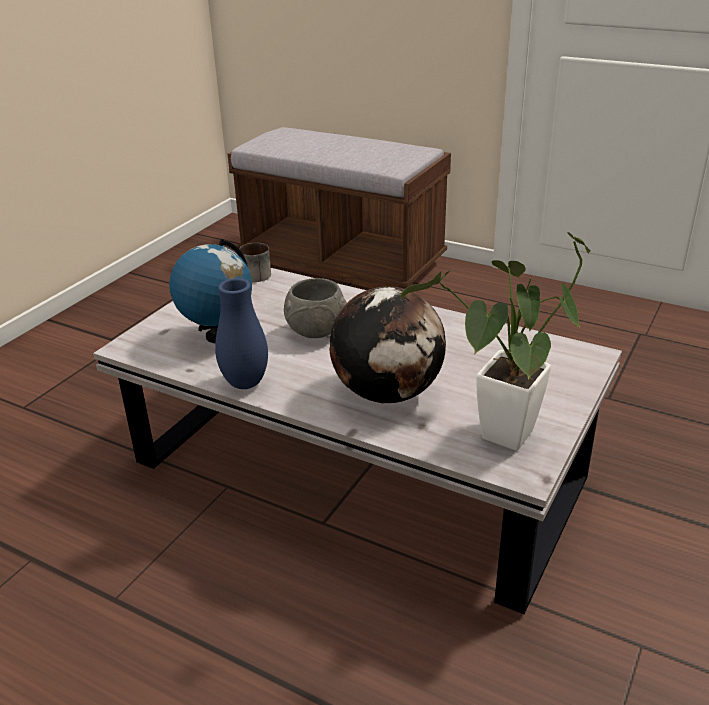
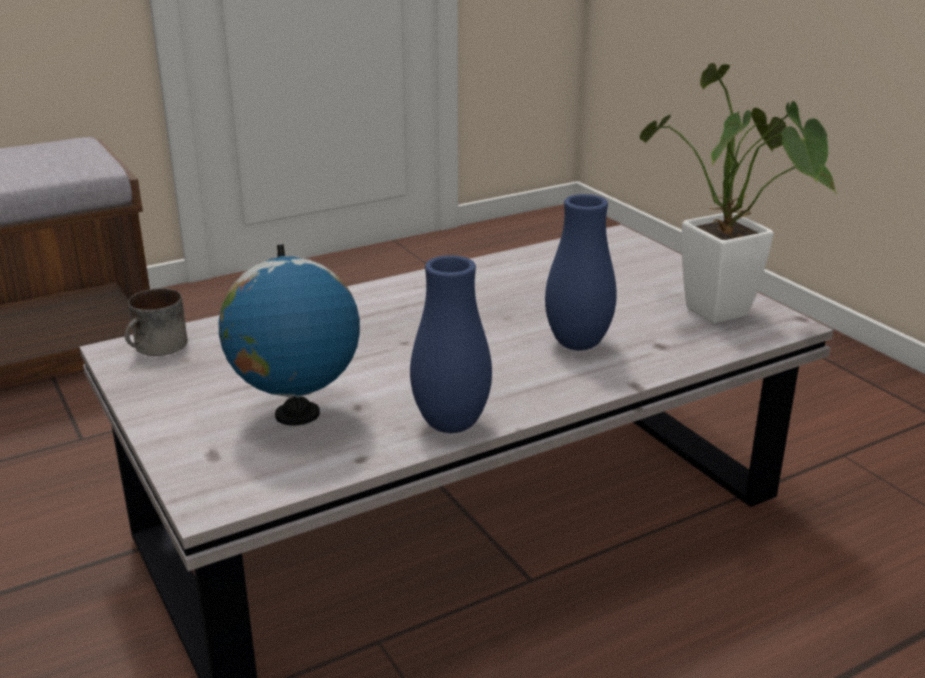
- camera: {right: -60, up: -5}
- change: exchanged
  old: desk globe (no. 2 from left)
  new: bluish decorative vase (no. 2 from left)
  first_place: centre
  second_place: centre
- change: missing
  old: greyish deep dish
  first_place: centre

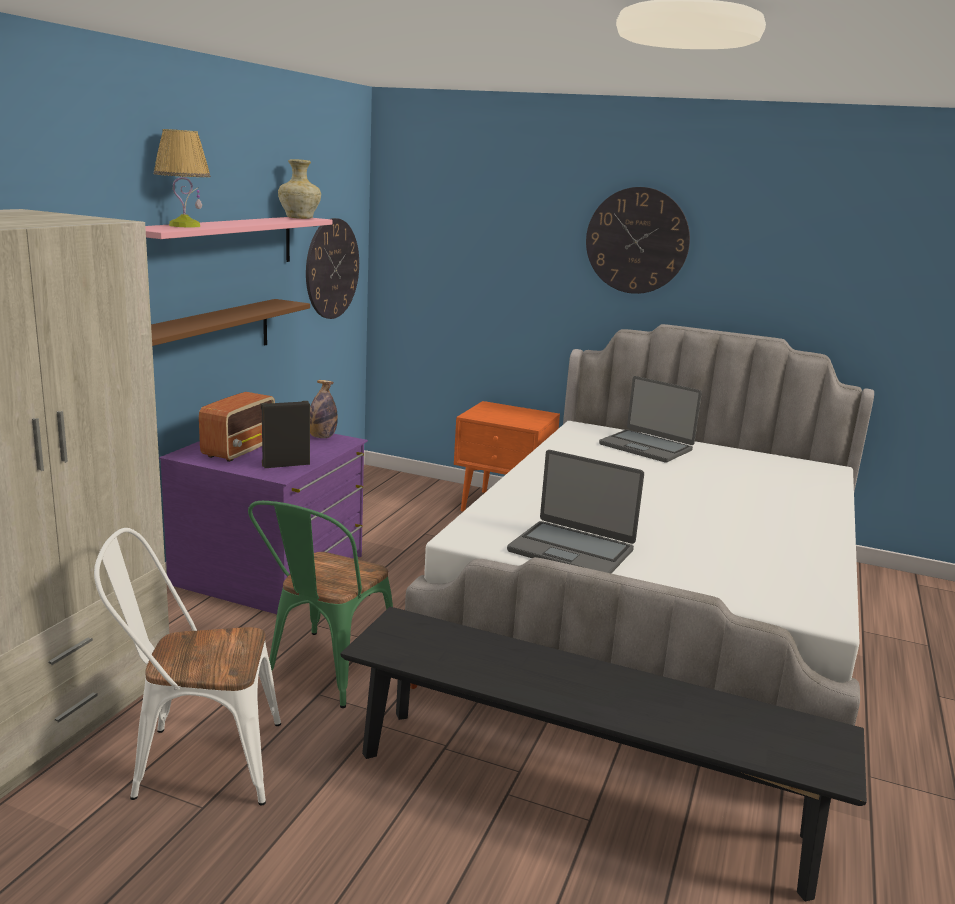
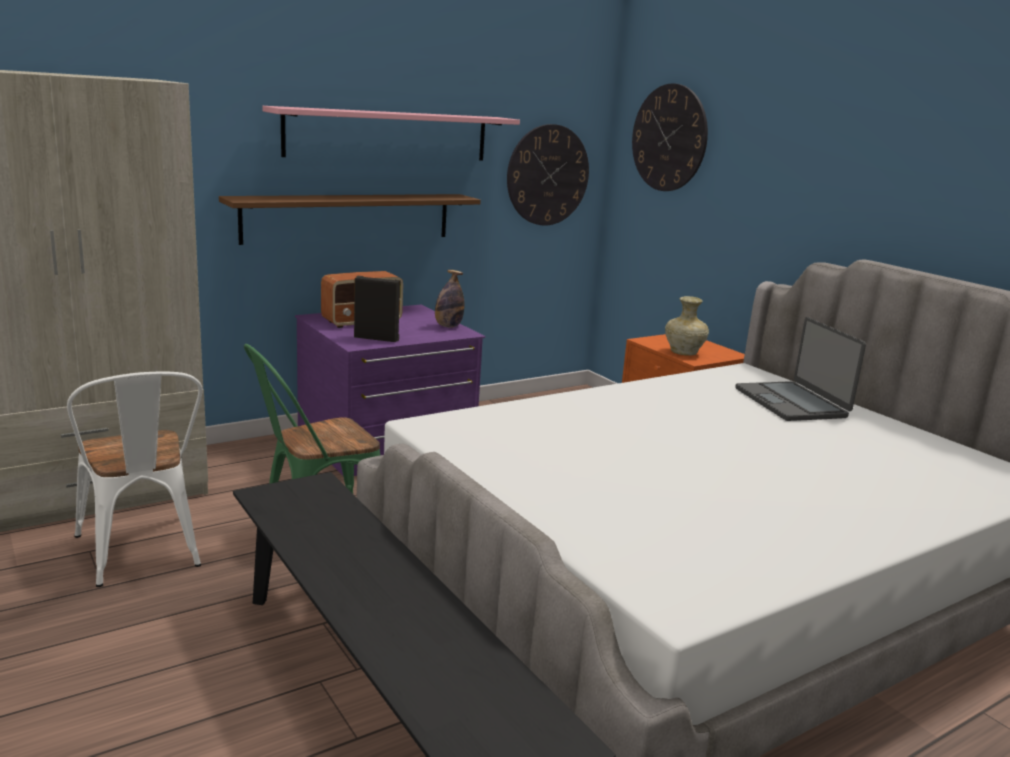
- camera: {right: 35, up: 0}
- change: spun
  old: white-coloured plain chair
  first_place: bottom left
  second_place: middle left
  degrees: -150
- change: relocated
  old: wall clock (no. 2 from left)
  first_place: top right
  second_place: top centre
- change: relocated
  old: beige decorative vase
  first_place: top left
  second_place: middle right
- change: missing
  old: tabletop lamp
  first_place: top left
- change: missing
  old: portable computer (no. 1 from left)
  first_place: centre

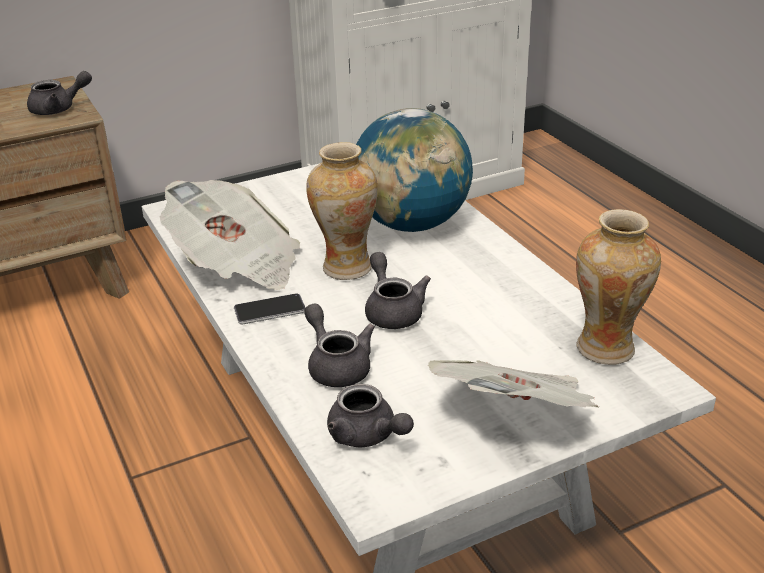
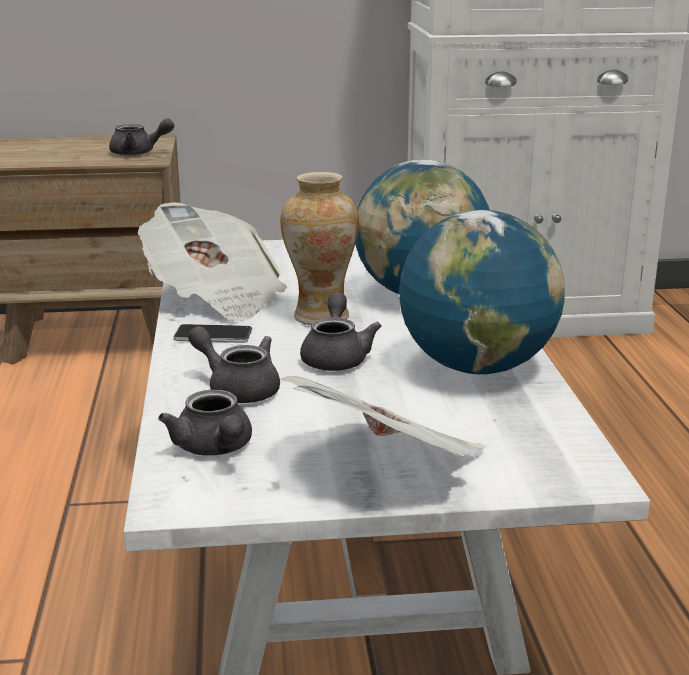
- camera: {right: 20, up: -10}
- change: spun
  old: greyish tea pot (no. 2 from left in the first image)
  first_place: centre
  second_place: centre
  degrees: -45
- change: appeared
  new: desk globe (no. 2 from left)
  second_place: middle right
- change: missing
  old: decorative vase (no. 2 from left)
  first_place: middle right

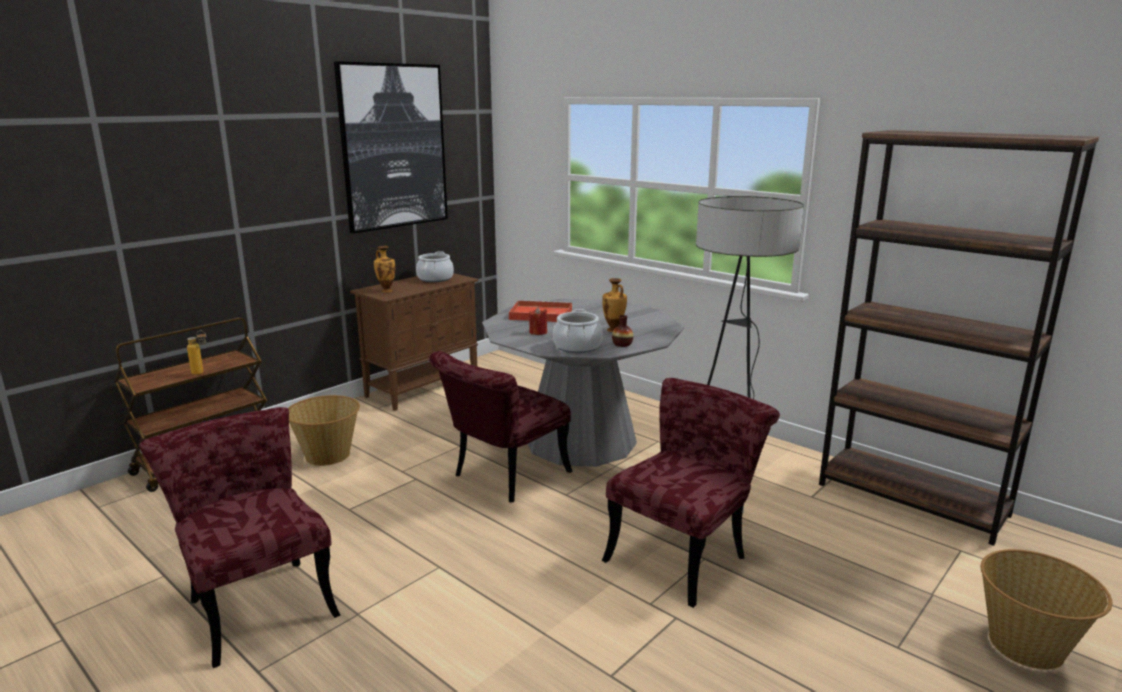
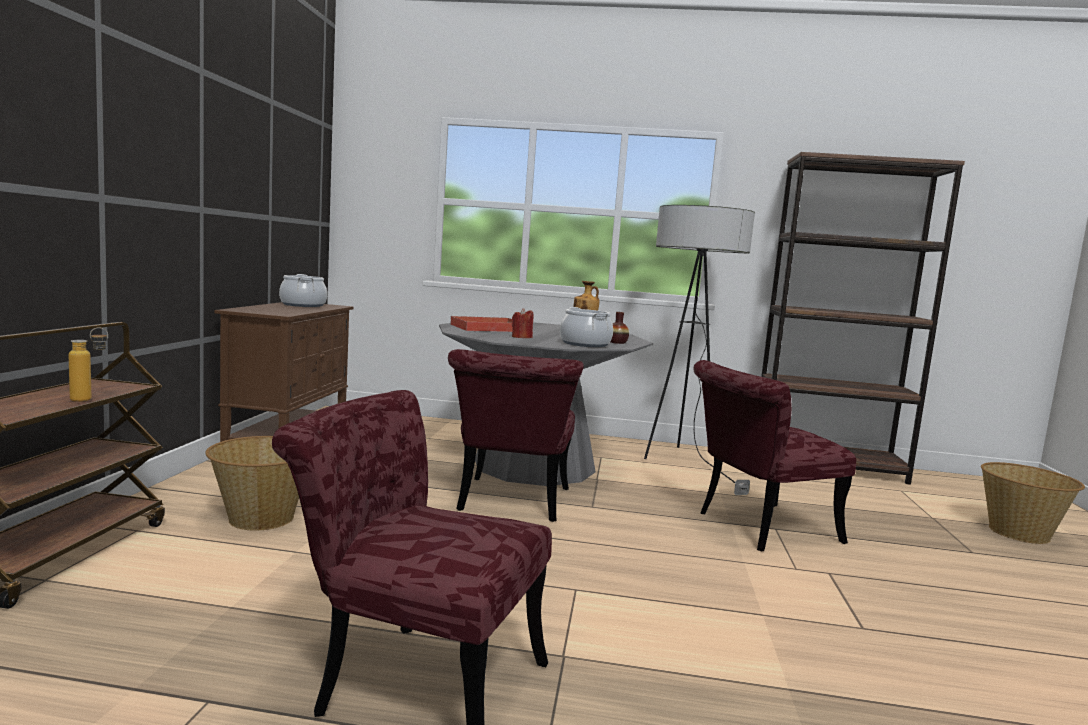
- camera: {right: -35, up: -10}
- change: spun
  old: reddish plain chair (no. 3 from left)
  first_place: bottom centre
  second_place: middle right
  degrees: -120
- change: missing
  old: wall picture
  first_place: top centre
- change: missing
  old: decorative vase (no. 1 from left)
  first_place: centre

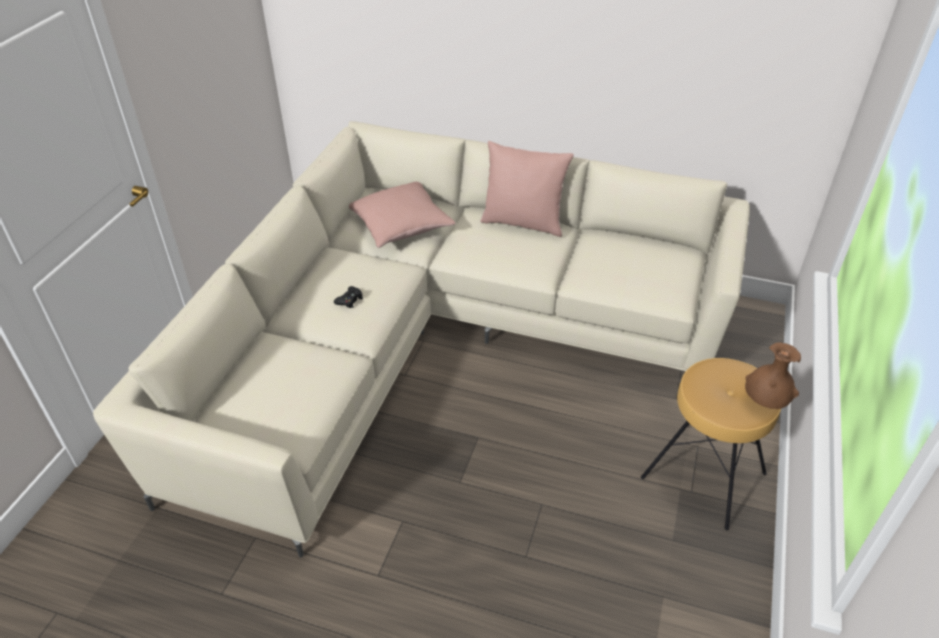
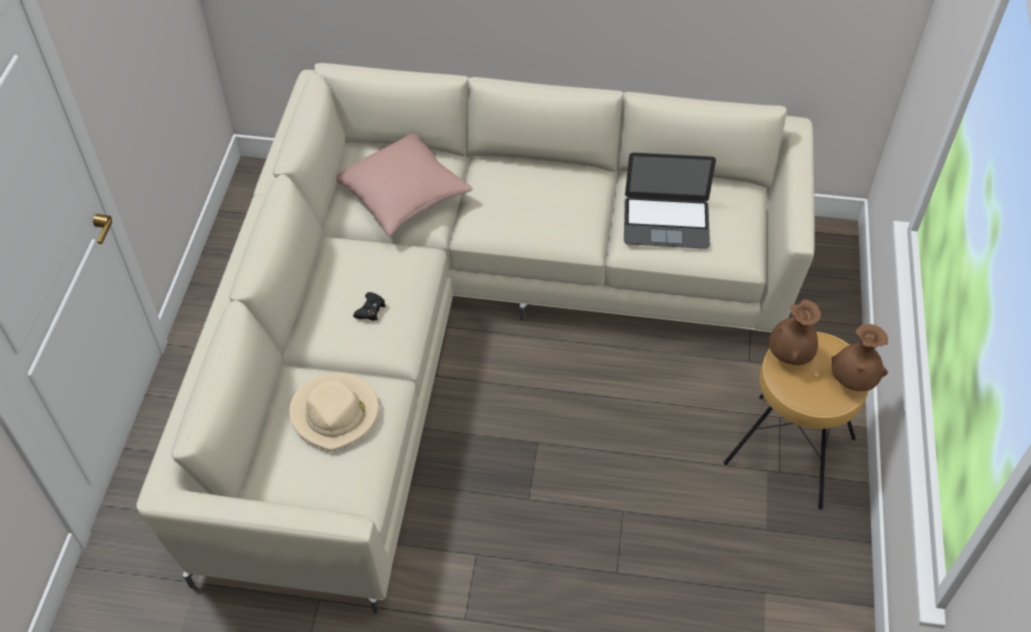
- camera: {right: -10, up: 10}
- change: appeared
  new: beige hat
  second_place: middle left
- change: appeared
  new: portable computer
  second_place: top centre
- change: appeared
  new: brown-coloured decorative vase (no. 1 from left)
  second_place: middle right
- change: missing
  old: pink cushion (no. 2 from left)
  first_place: top centre

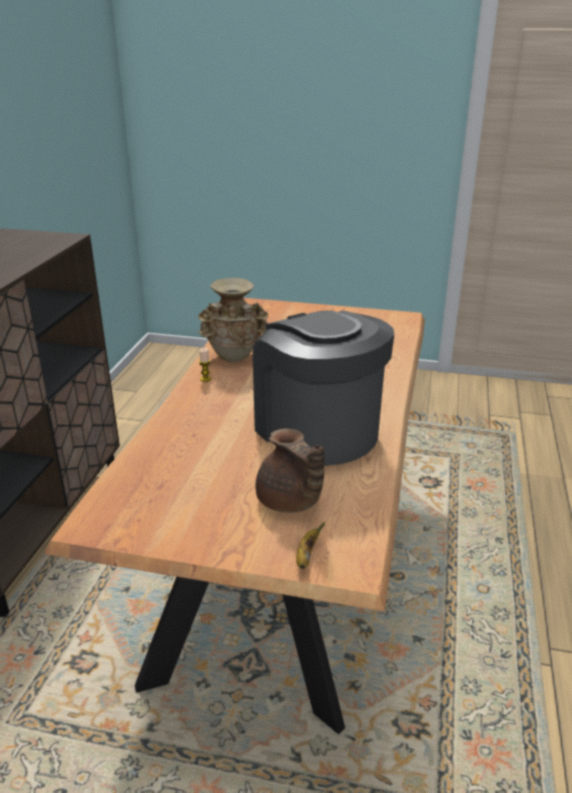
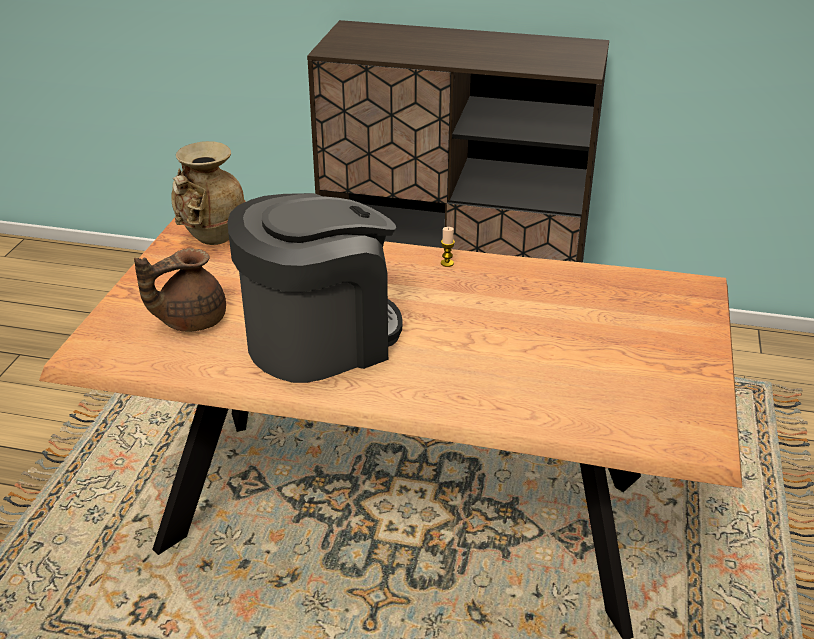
- camera: {right: 90, up: 5}
- change: relocated
  old: beige decorative vase
  first_place: centre
  second_place: top left
- change: missing
  old: banana
  first_place: bottom centre

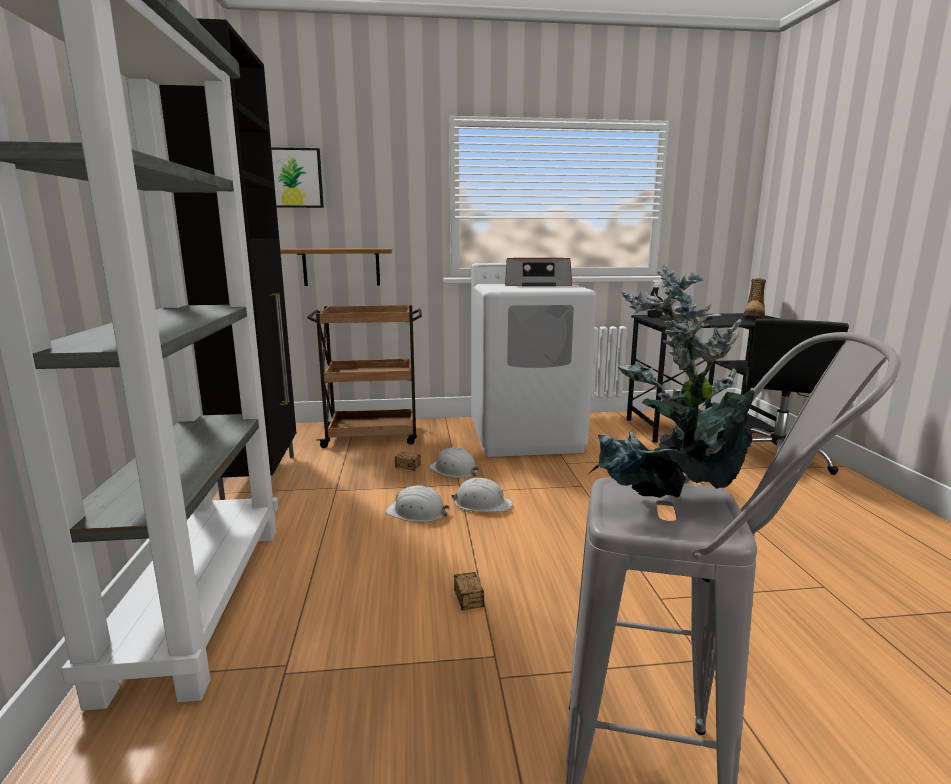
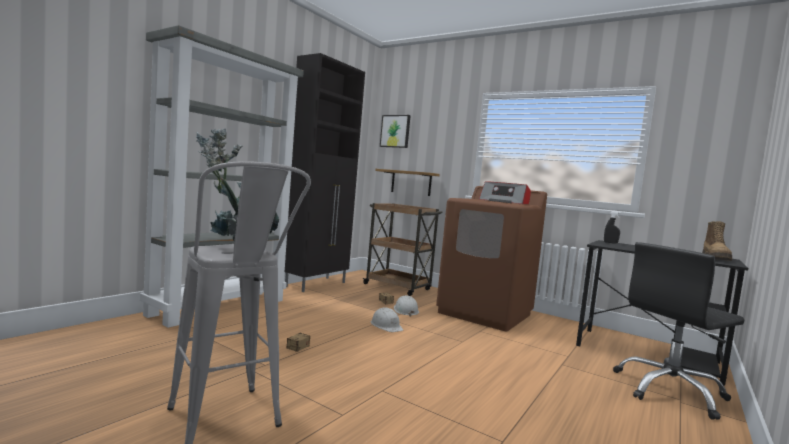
- camera: {right: 40, up: -10}
- change: colour
  old: white-coloured laundry appliance
  new: brown-coloured laundry appliance
  first_place: centre
  second_place: centre
- change: spun
  old: tall boot
  first_place: middle right
  second_place: middle right
  degrees: -45
- change: missing
  old: white-coloured work helmet (no. 1 from left)
  first_place: centre

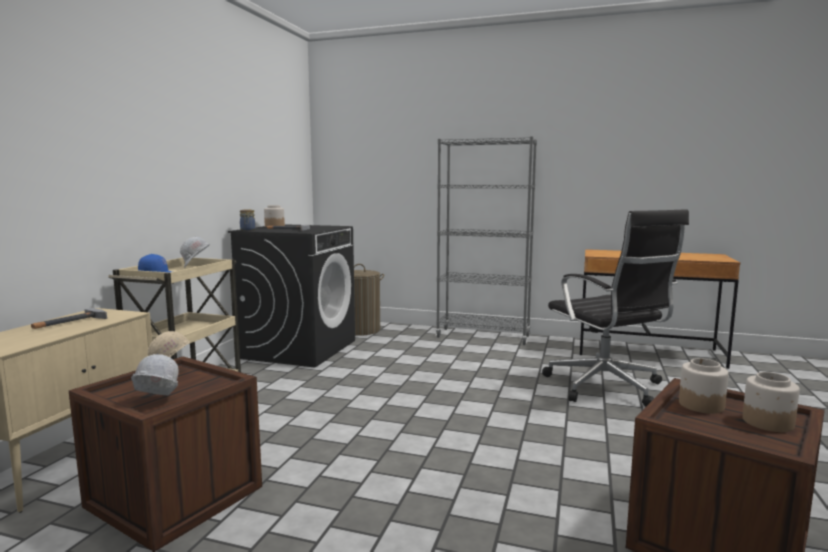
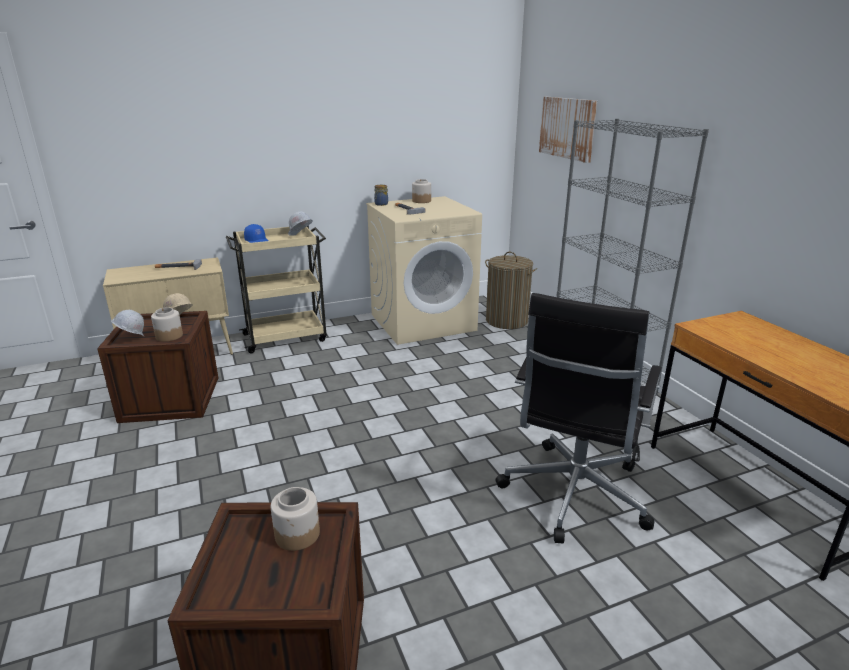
- camera: {right: 50, up: 15}
- change: relocated
  old: storage jar (no. 4 from left in the first image)
  new: storage jar (no. 1 from left)
  first_place: bottom right
  second_place: middle left
- change: colour
  old: black-coloured laundry appliance
  new: beige laundry appliance
  first_place: centre
  second_place: centre
- change: appeared
  new: wall picture
  second_place: top right

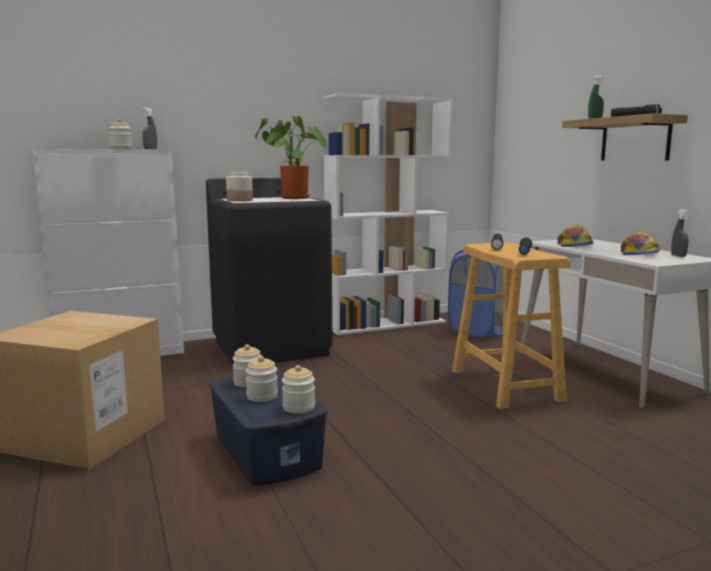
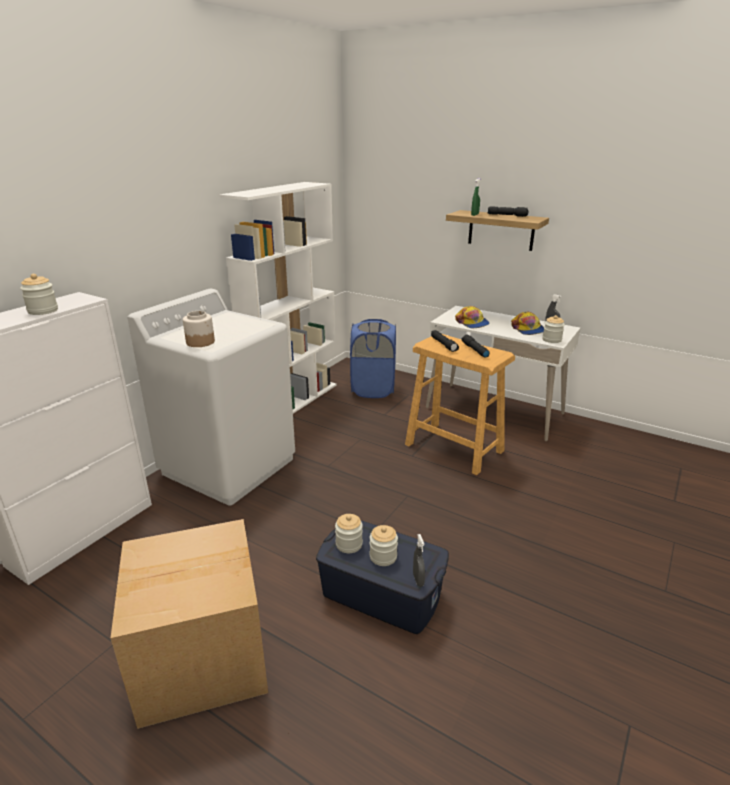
- camera: {right: -35, up: 15}
- change: colour
  old: black-coloured laundry appliance
  new: white-coloured laundry appliance
  first_place: centre
  second_place: middle left
- change: relocated
  old: greyish spray bottle (no. 1 from left)
  first_place: top left
  second_place: bottom centre
- change: relocated
  old: storage jar (no. 5 from left)
  first_place: bottom centre
  second_place: middle right
- change: missing
  old: plant in a pot
  first_place: top centre

